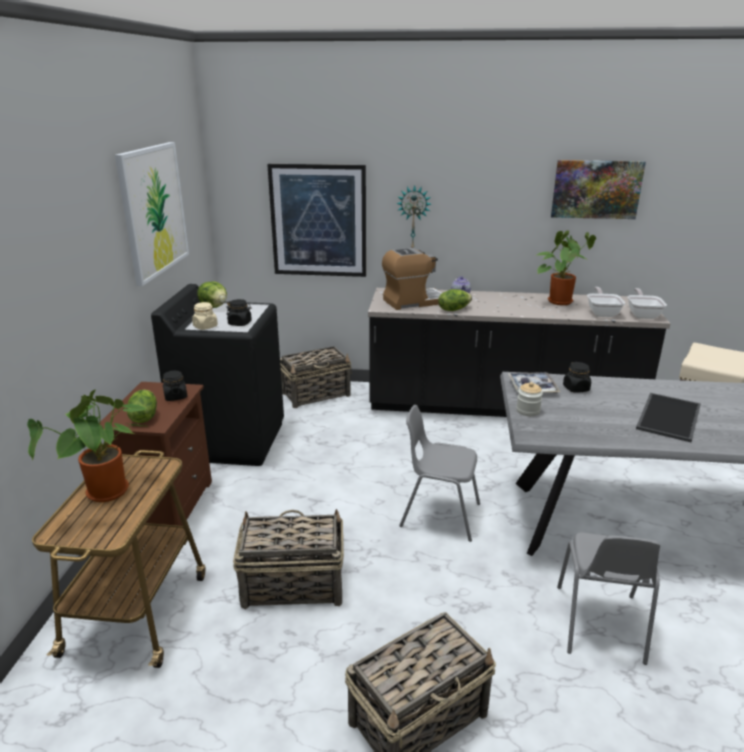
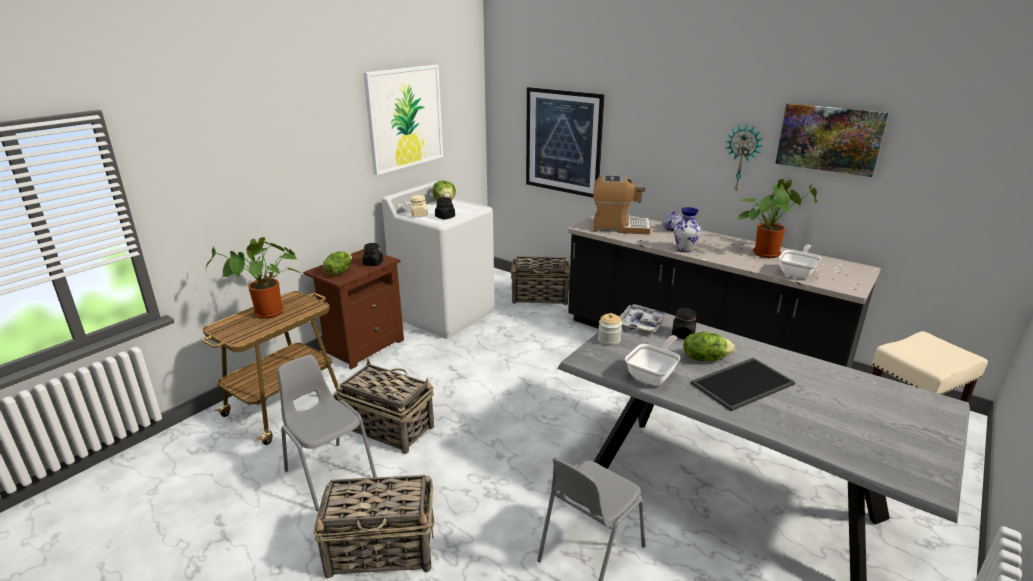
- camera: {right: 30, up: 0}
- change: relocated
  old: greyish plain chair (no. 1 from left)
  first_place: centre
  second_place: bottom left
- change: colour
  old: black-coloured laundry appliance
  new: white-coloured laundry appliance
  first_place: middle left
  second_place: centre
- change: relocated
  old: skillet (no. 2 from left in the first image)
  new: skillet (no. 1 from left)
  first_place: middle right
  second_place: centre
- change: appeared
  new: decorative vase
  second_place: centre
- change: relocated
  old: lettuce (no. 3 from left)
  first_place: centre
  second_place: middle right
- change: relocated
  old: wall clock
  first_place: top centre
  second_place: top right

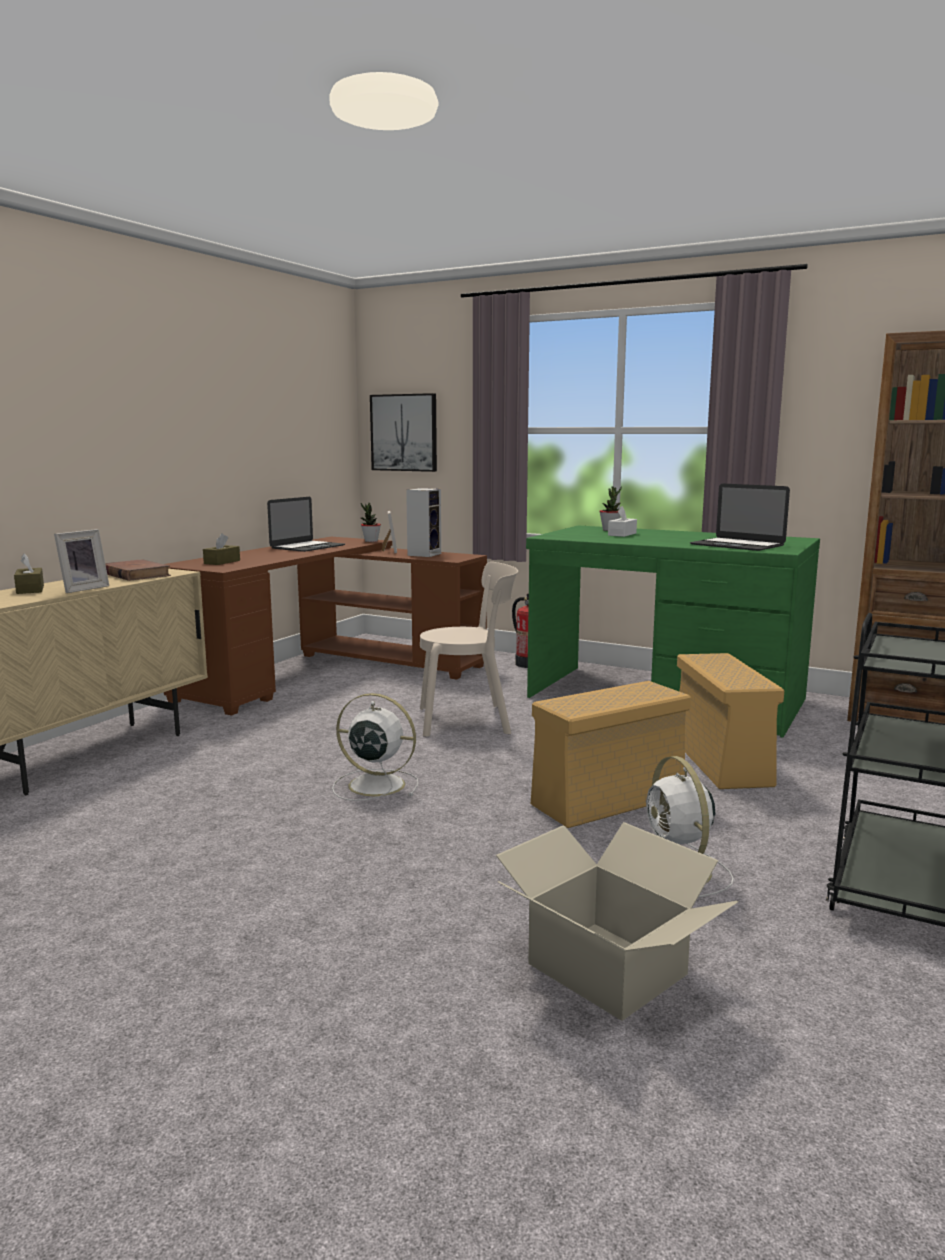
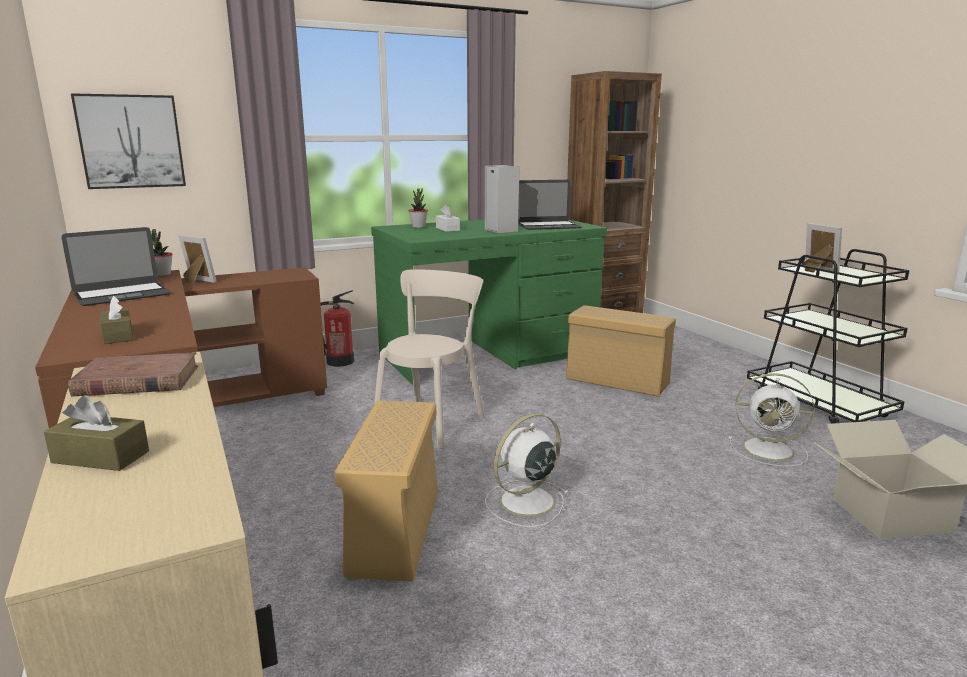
- camera: {right: -55, up: 5}
- change: spun
  old: portable computer (no. 1 from left)
  first_place: middle left
  second_place: middle left
  degrees: 75
- change: relocated
  old: beige storage container (no. 1 from left)
  first_place: centre
  second_place: bottom centre
- change: relocated
  old: loudspeaker
  first_place: centre
  second_place: top centre
- change: relocated
  old: photo frame (no. 1 from left in the first image)
  new: photo frame (no. 2 from left)
  first_place: middle left
  second_place: middle right

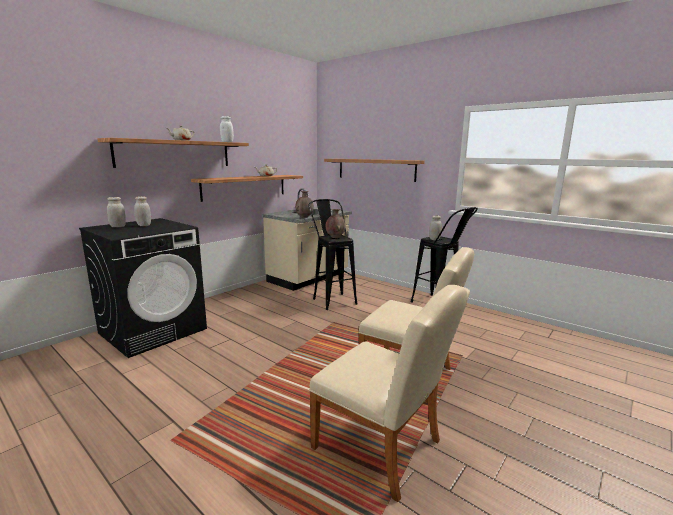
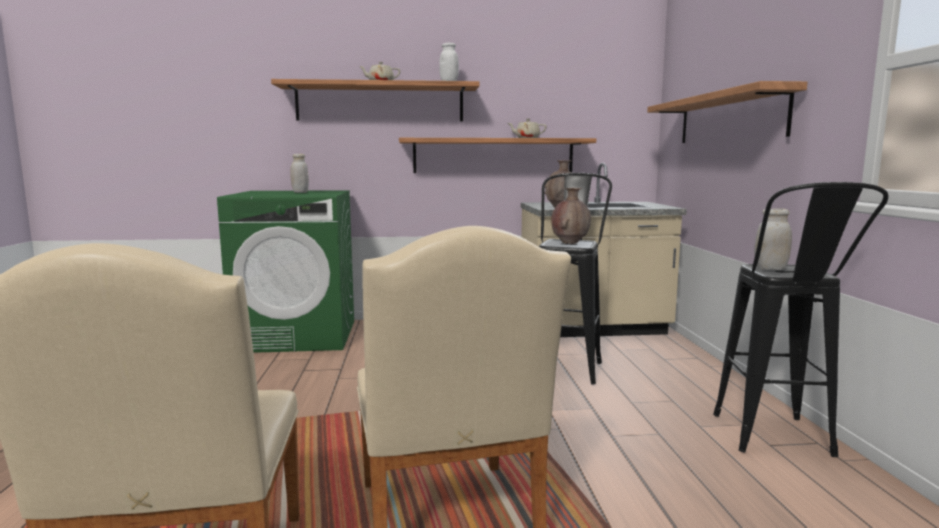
- camera: {right: 45, up: -5}
- change: colour
  old: black-coloured laundry appliance
  new: green-coloured laundry appliance
  first_place: middle left
  second_place: middle left
- change: missing
  old: white-coloured storage jar (no. 1 from left)
  first_place: middle left

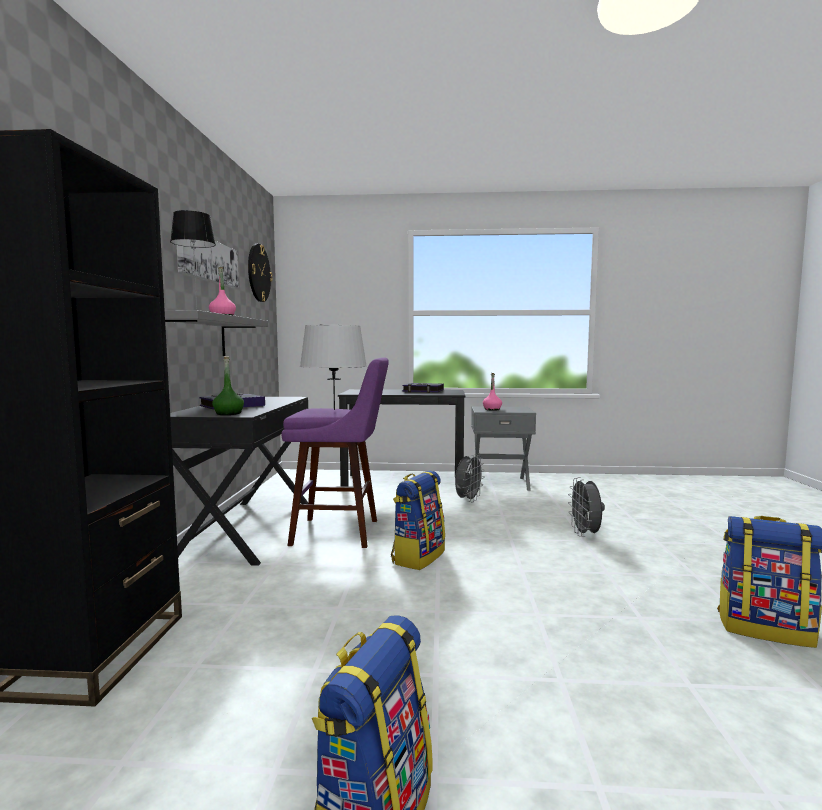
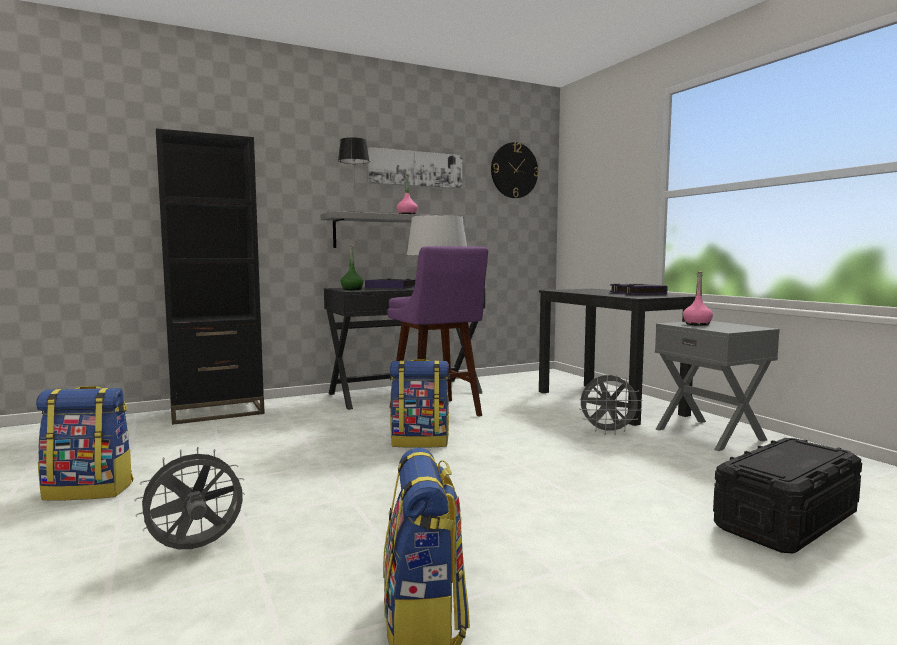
- camera: {right: 60, up: 0}
- change: relocated
  old: greyish electric fan (no. 2 from left in the first image)
  new: greyish electric fan (no. 1 from left)
  first_place: middle right
  second_place: bottom left
- change: appeared
  new: black-coloured storage container
  second_place: bottom right

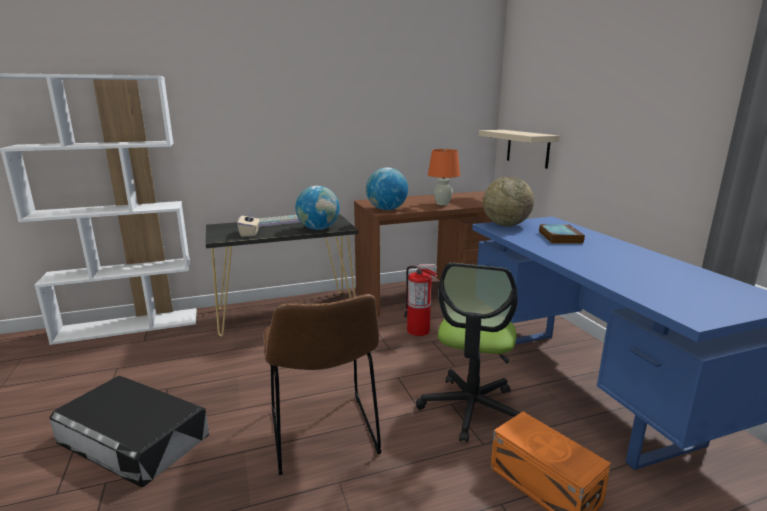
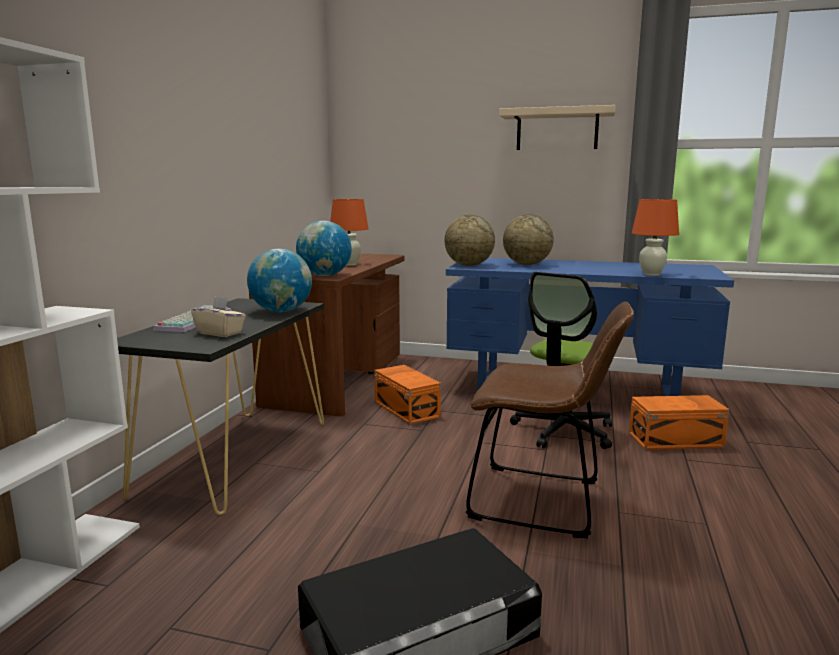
- camera: {right: -55, up: -5}
- change: exchanged
  old: fire extinguisher
  new: orangey storage container (no. 1 from left)
  first_place: centre
  second_place: centre
- change: relocated
  old: beige bracket shelf
  first_place: top right
  second_place: top centre
- change: exchanged
  old: bound book
  new: desk globe (no. 4 from left)
  first_place: middle right
  second_place: centre
- change: spun
  old: office chair
  first_place: bottom centre
  second_place: middle right
  degrees: 75
- change: appeared
  new: orangey tabletop lamp (no. 2 from left)
  second_place: middle right

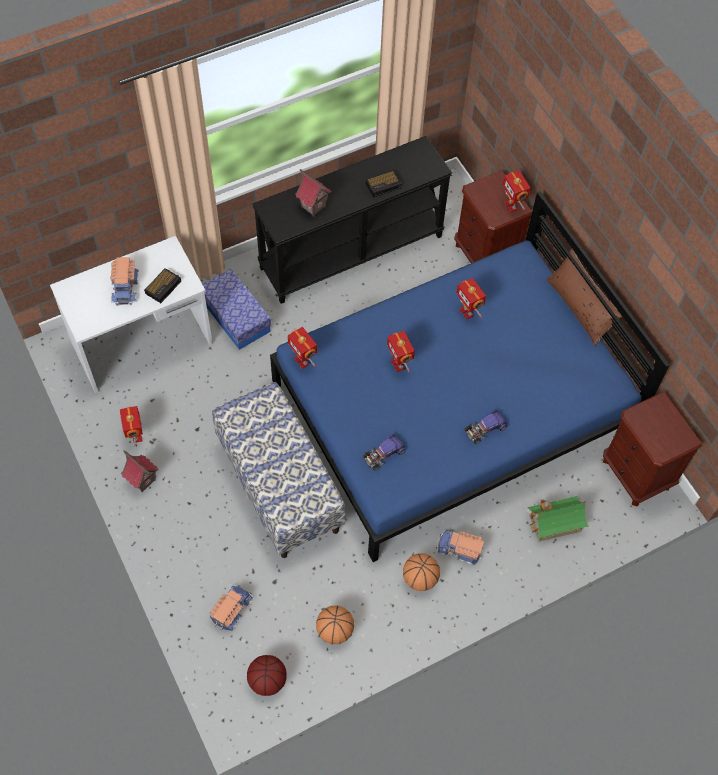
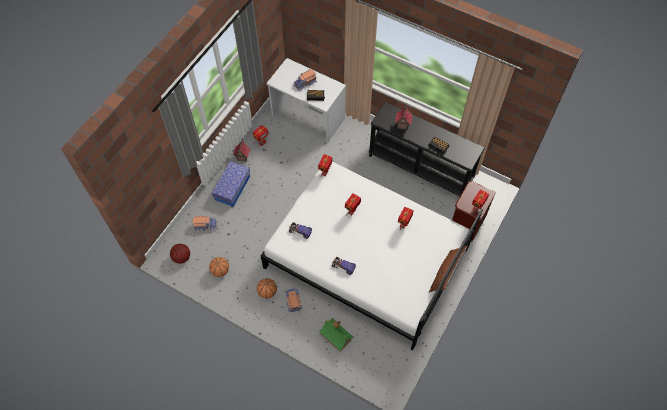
- camera: {right: 60, up: 0}
- change: relocated
  old: storage container
  first_place: middle left
  second_place: centre
- change: colour
  old: bluish bed
  new: white-coloured bed
  first_place: centre
  second_place: centre
- change: missing
  old: bench
  first_place: centre
- change: missing
  old: brown-coloured bedside table (no. 2 from left)
  first_place: middle right

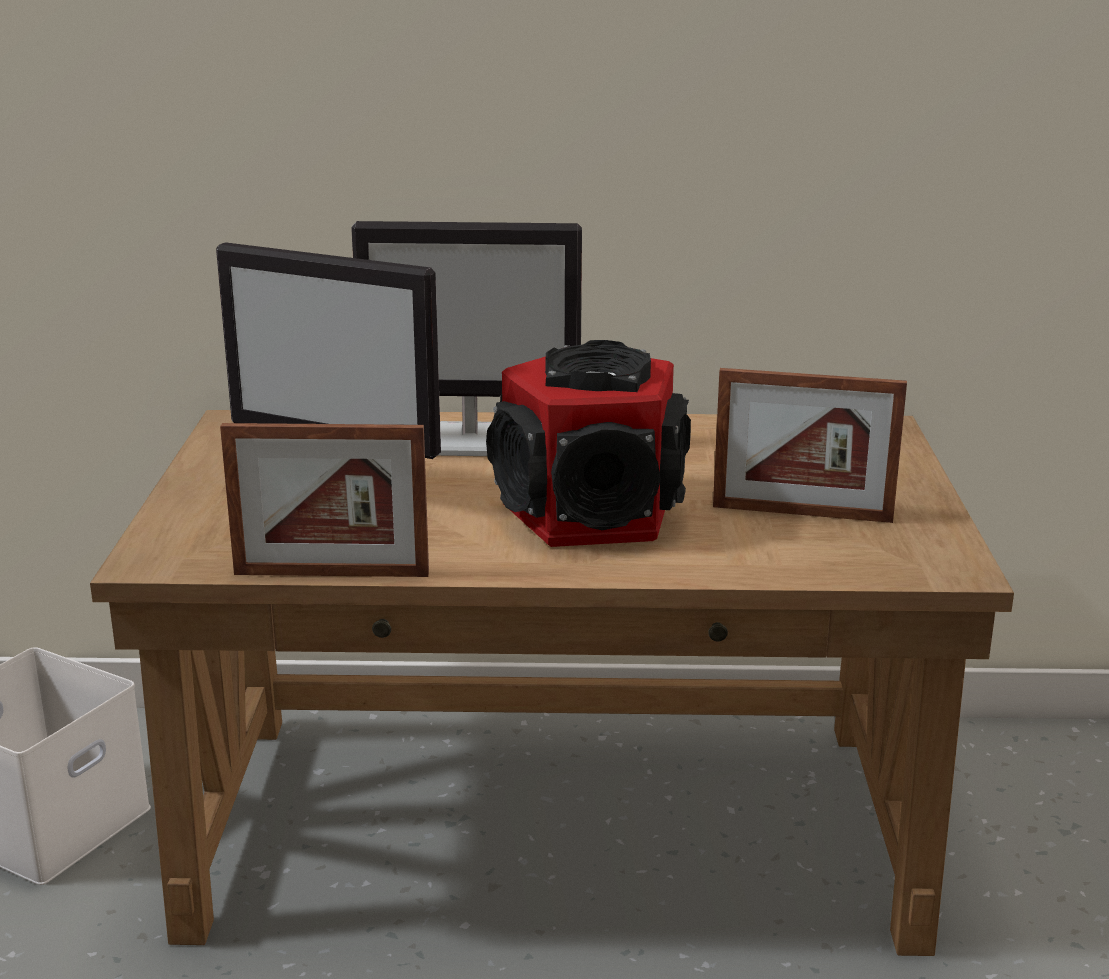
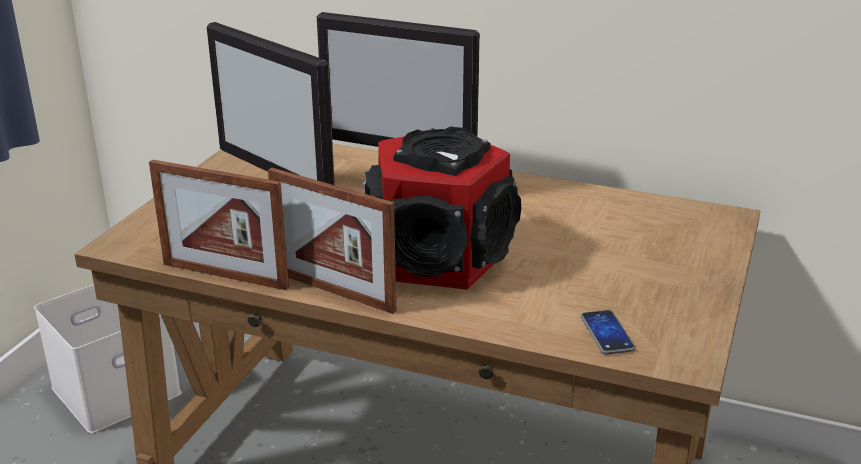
- camera: {right: 20, up: 5}
- change: relocated
  old: photo frame (no. 2 from left)
  first_place: middle right
  second_place: centre
- change: appeared
  new: phone
  second_place: bottom right

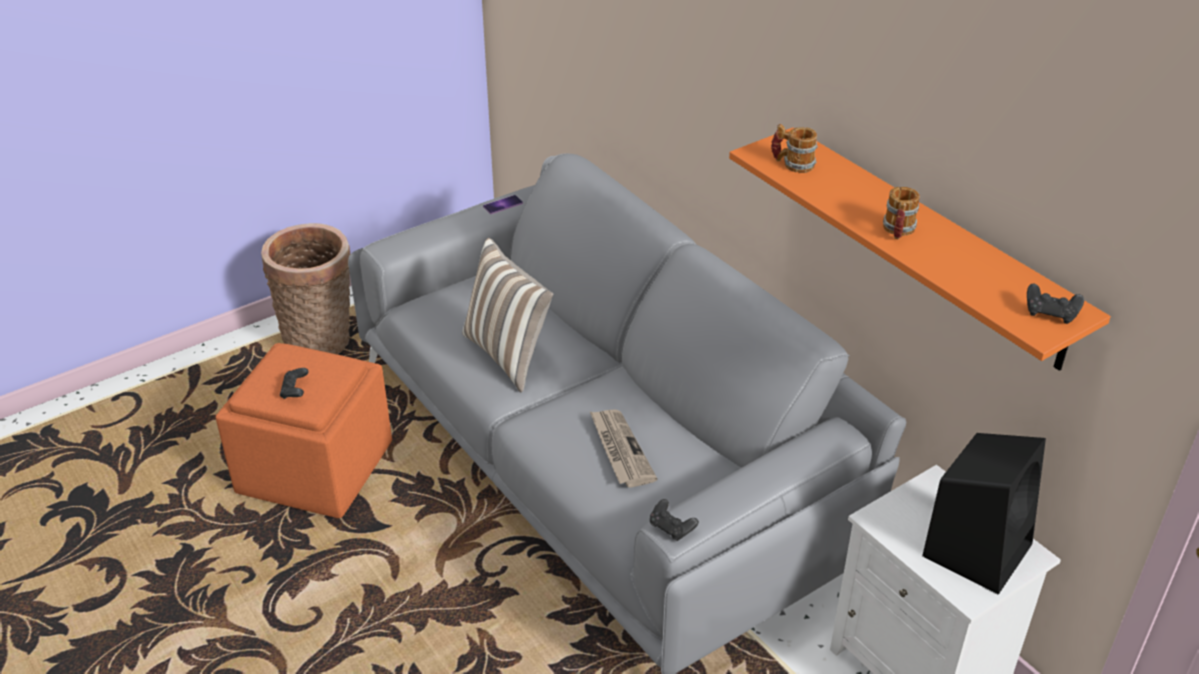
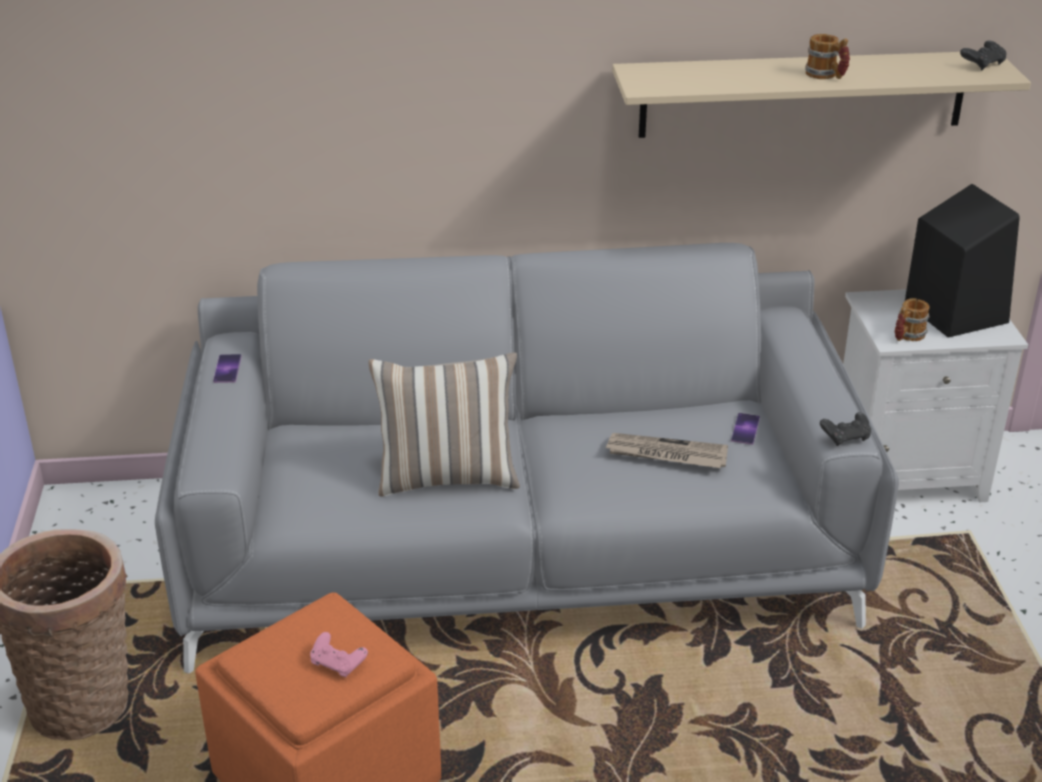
- camera: {right: -60, up: -5}
- change: colour
  old: black-coloured game controller (no. 1 from left)
  new: pink game controller
  first_place: middle left
  second_place: bottom left
- change: colour
  old: orangey bracket shelf
  new: beige bracket shelf
  first_place: middle right
  second_place: top right
- change: appeared
  new: phone (no. 2 from left)
  second_place: middle right
- change: relocated
  old: coffee mug (no. 1 from left in the first image)
  new: coffee mug (no. 2 from left)
  first_place: top centre
  second_place: middle right

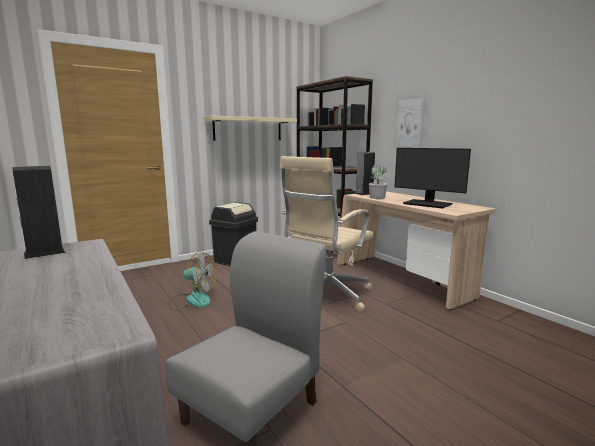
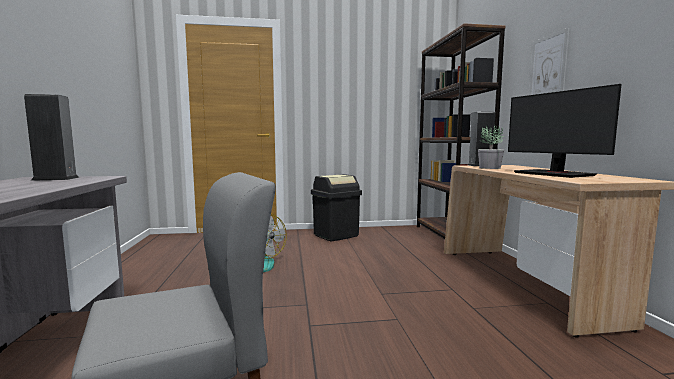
- camera: {right: 25, up: -5}
- change: missing
  old: beige bracket shelf
  first_place: top centre
- change: missing
  old: beige office chair
  first_place: centre

